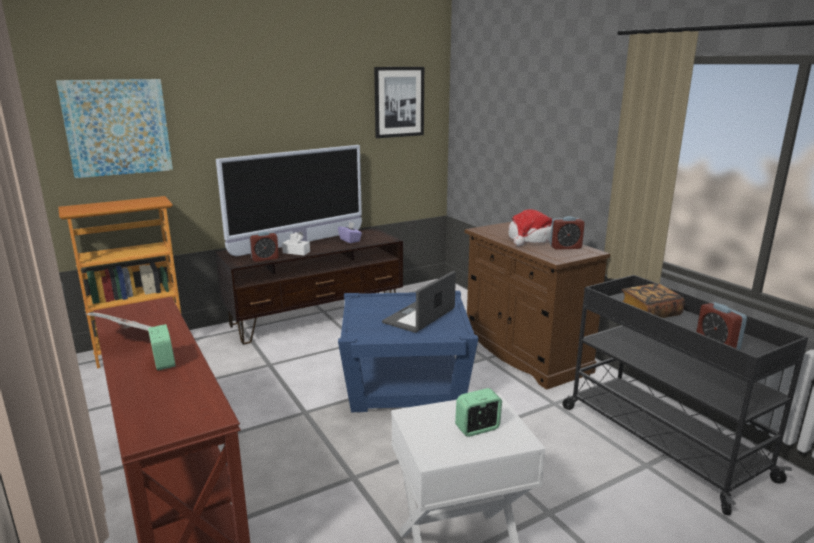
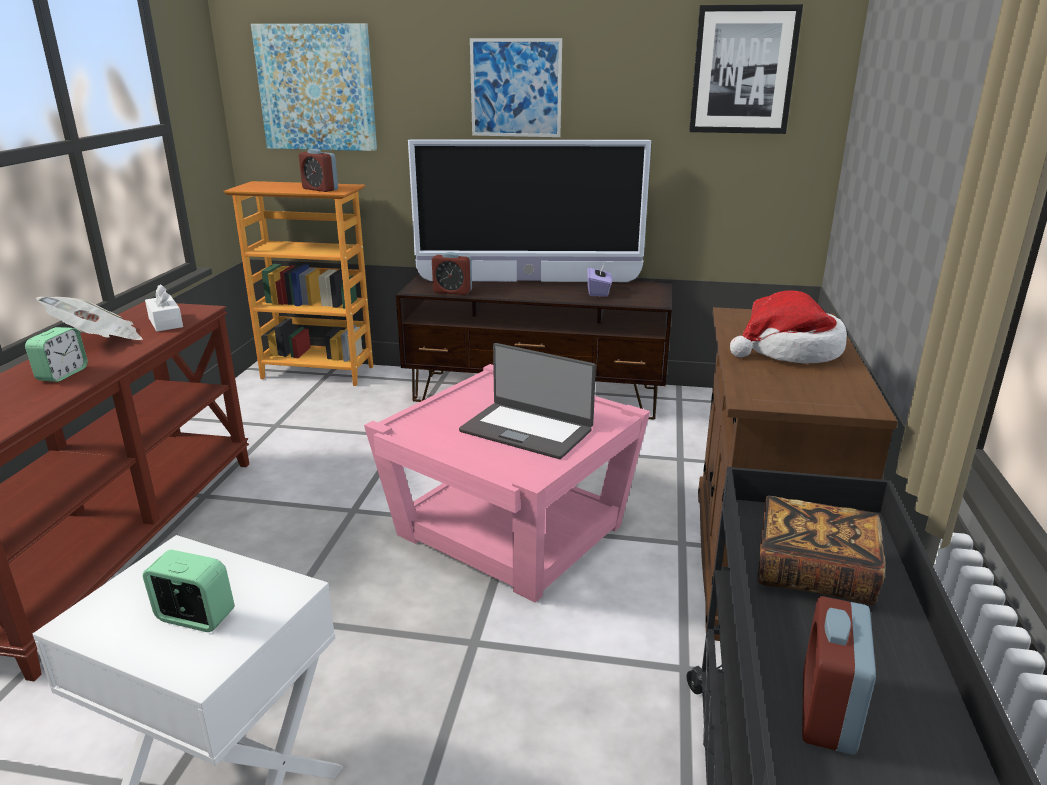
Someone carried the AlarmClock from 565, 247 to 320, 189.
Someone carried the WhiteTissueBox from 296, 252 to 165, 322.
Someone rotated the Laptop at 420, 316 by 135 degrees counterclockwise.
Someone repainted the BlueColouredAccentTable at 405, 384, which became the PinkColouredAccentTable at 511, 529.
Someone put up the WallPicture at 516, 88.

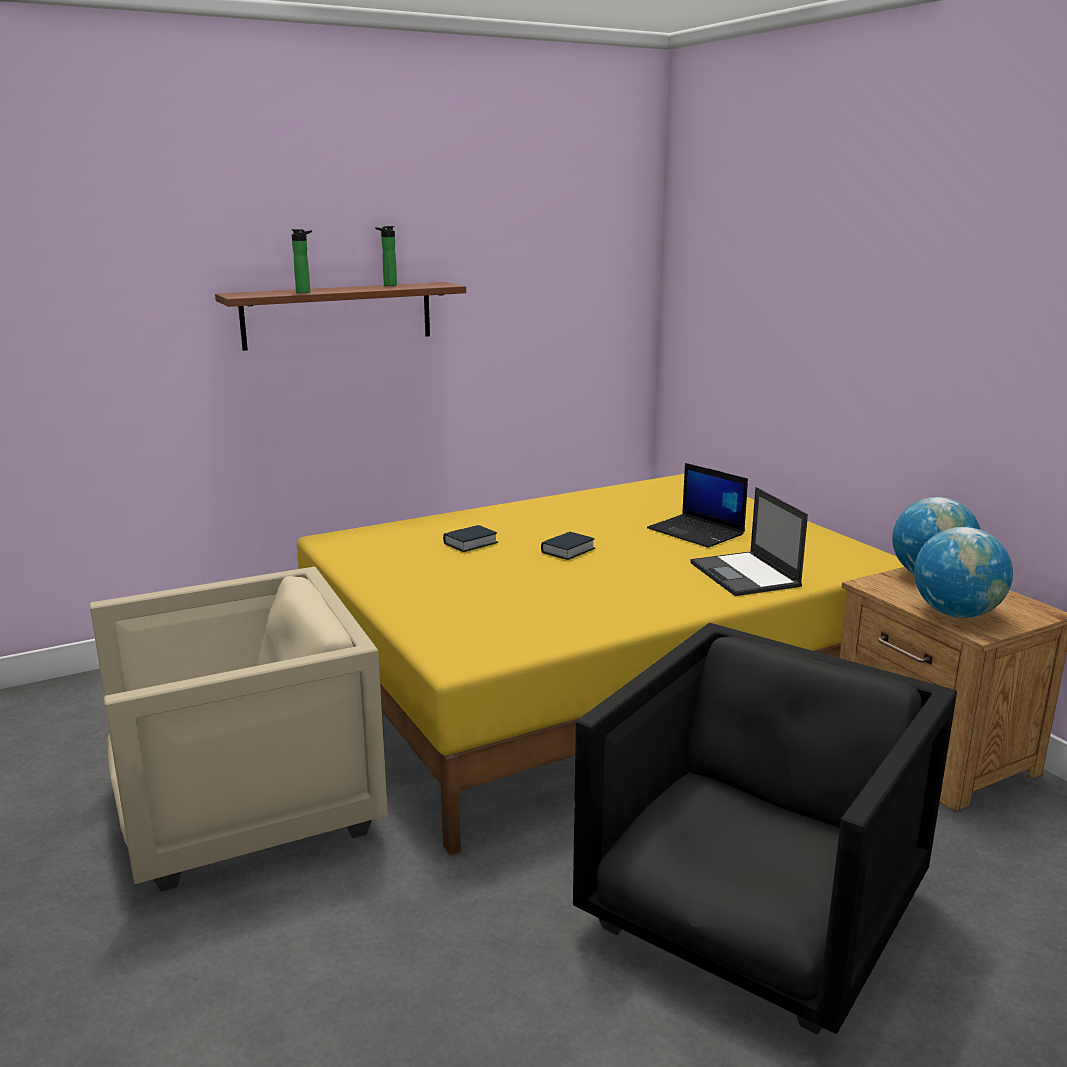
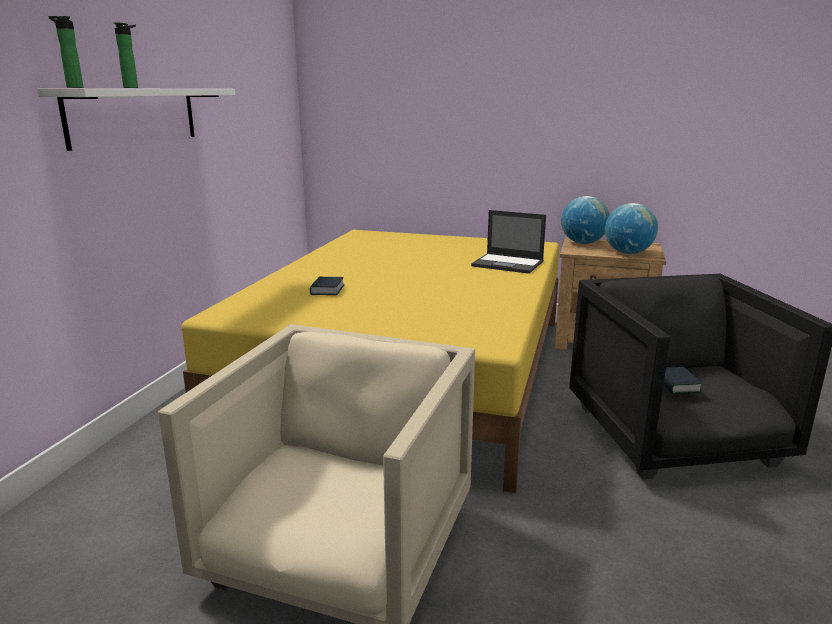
Someone carried the BeverageBottle from 388, 285 to 73, 87.
Someone repainted the BrownBracketShelf at 338, 315, which became the WhiteBracketShelf at 134, 116.
Someone took away the Laptop at 697, 532.
Someone carried the Volume from 568, 551 to 676, 385.

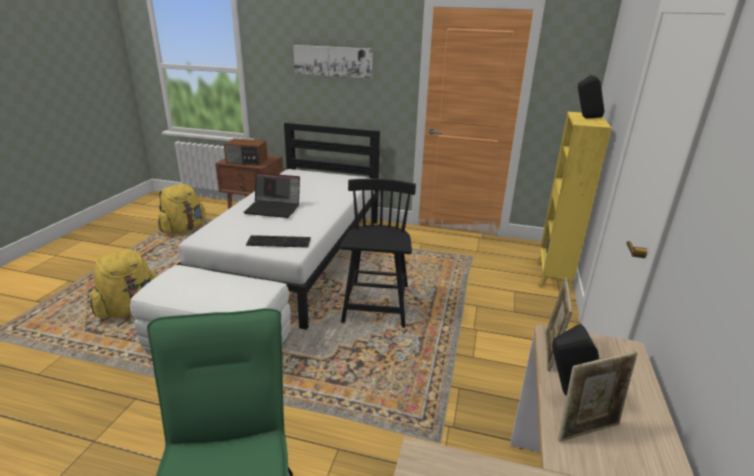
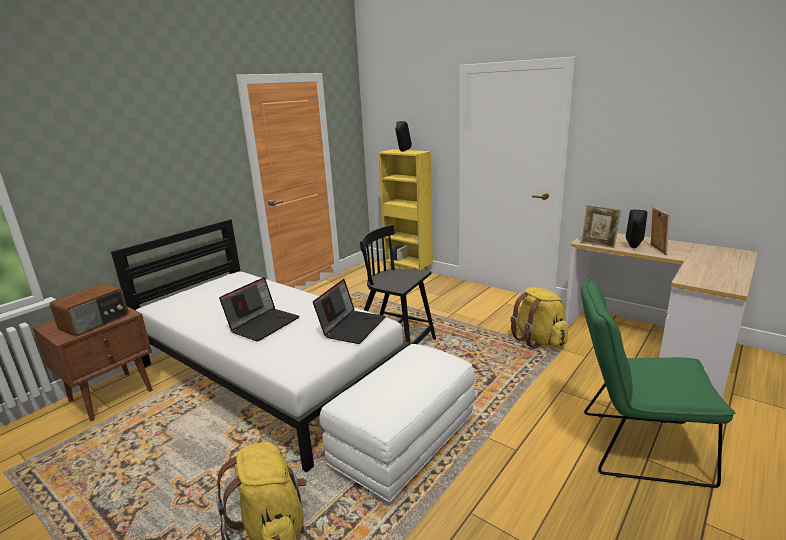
Someone took away the WallPicture at 333, 61.
Someone carried the YellowishBackpack from 183, 229 to 538, 340.
Someone swapped the PcKeyboard at 279, 241 for the Laptop at 352, 326.

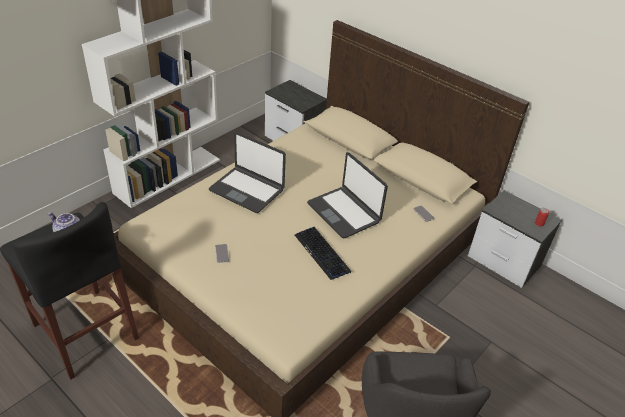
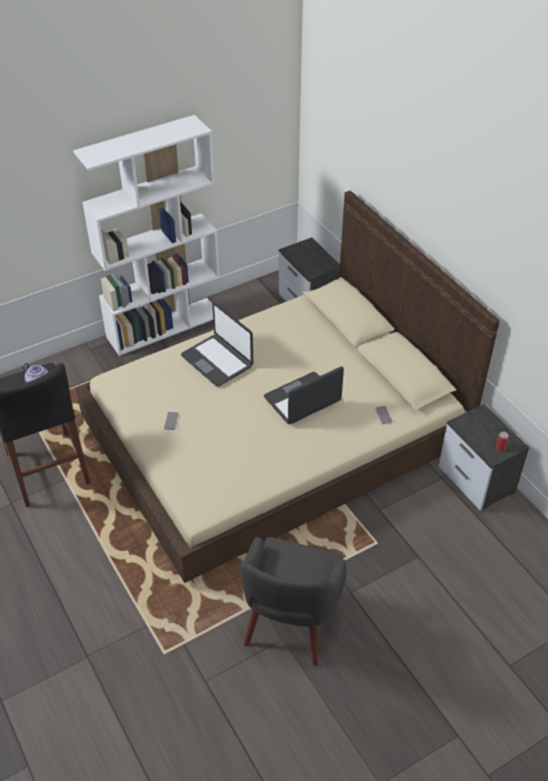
Someone rotated the Laptop at 344, 212 by 75 degrees clockwise.
Someone took away the PcKeyboard at 322, 253.

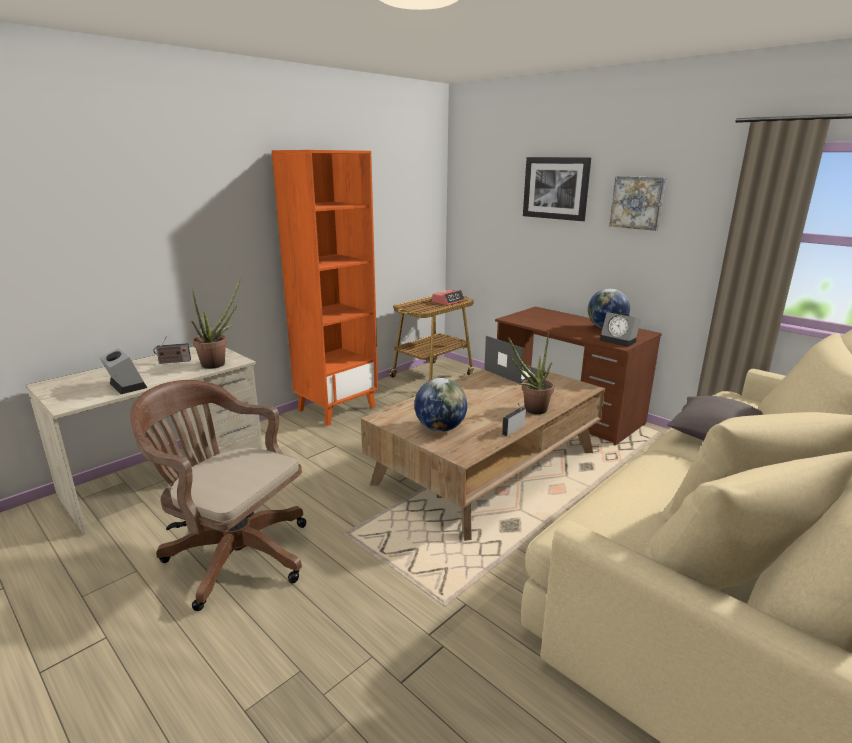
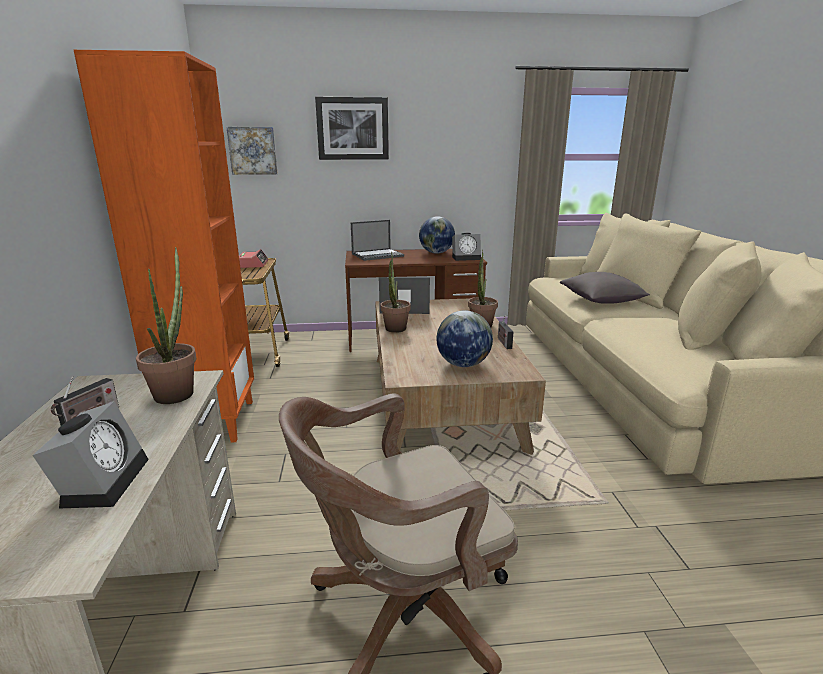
Someone carried the WallPicture from 637, 202 to 253, 150.
Someone rotated the AlarmClock at 125, 386 by 90 degrees clockwise.
Someone put down the Laptop at 378, 255.
Someone put down the PottedPlant at 395, 330.

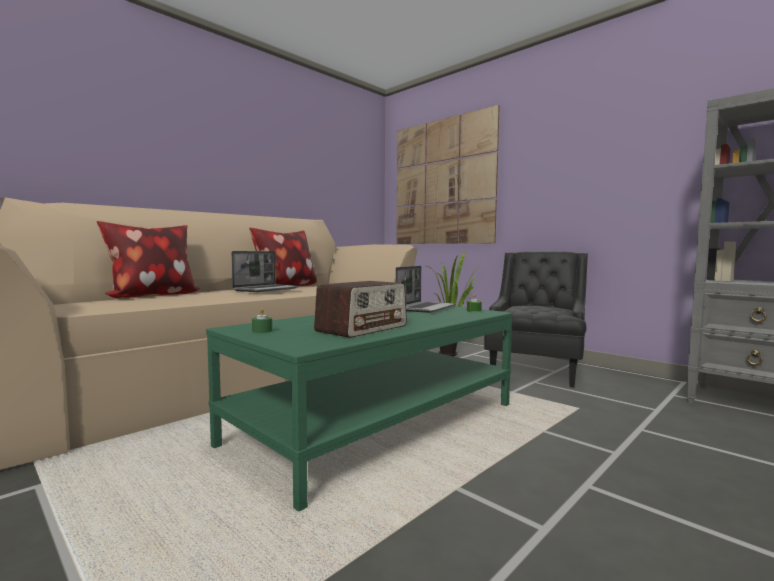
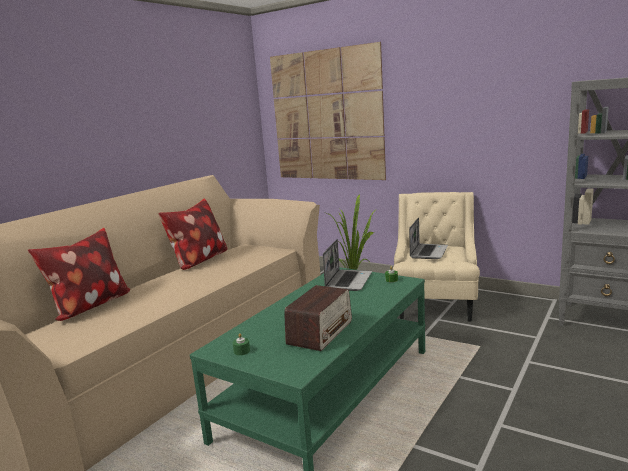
Someone carried the Laptop from 266, 289 to 428, 252.
Someone repainted the BlackColouredEasyChair at 536, 370, which became the BeigeEasyChair at 436, 303.

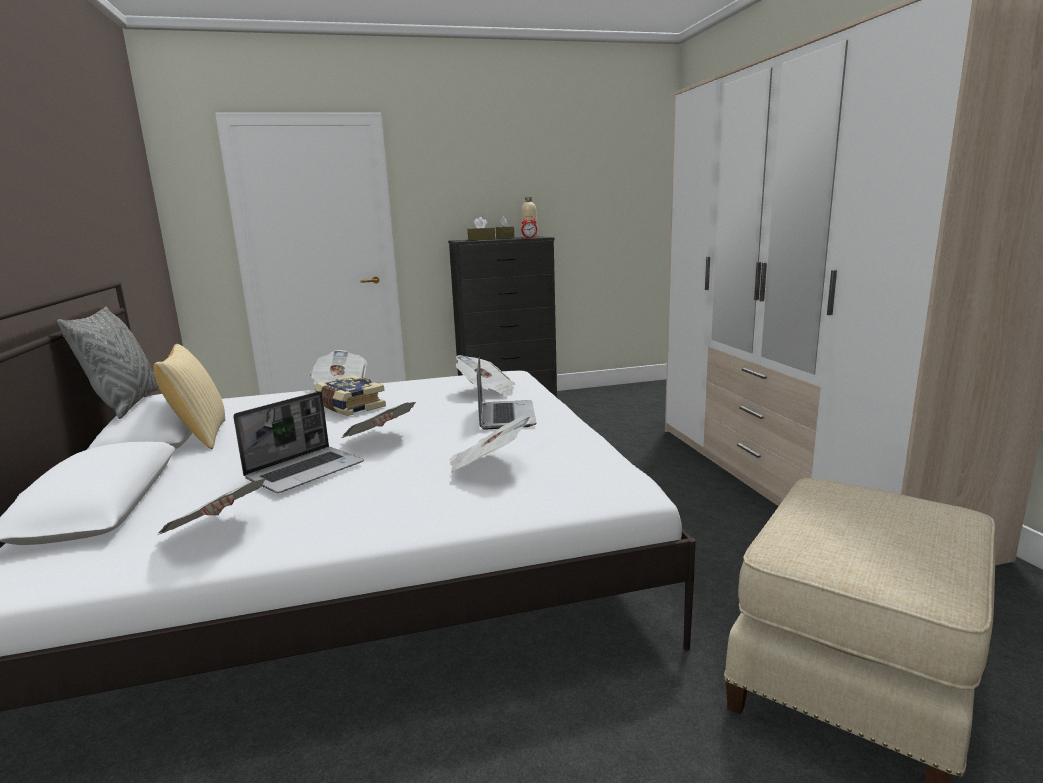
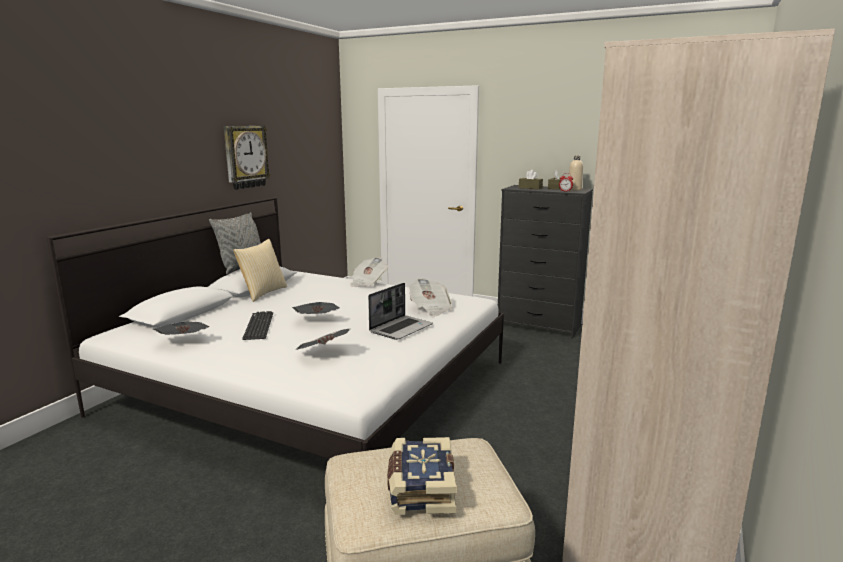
Someone carried the Volume from 349, 407 to 420, 488.
Someone swapped the Laptop at 306, 471 for the PcKeyboard at 258, 326.
Someone put up the WallClock at 245, 157.

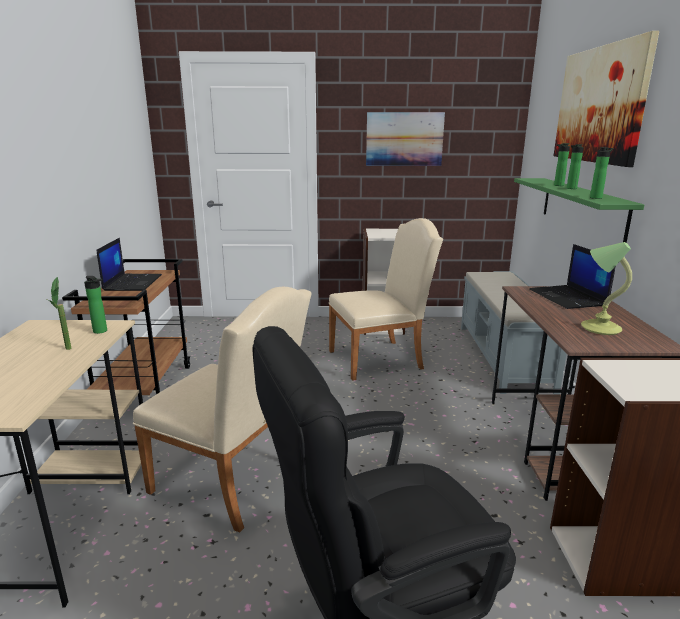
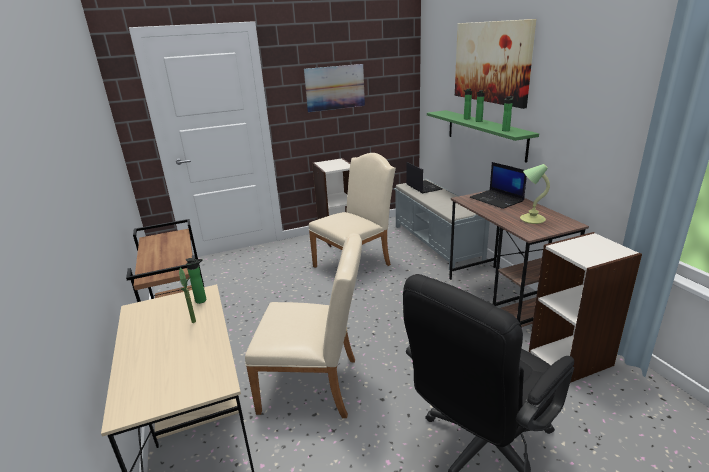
Someone carried the Laptop from 132, 282 to 423, 187.

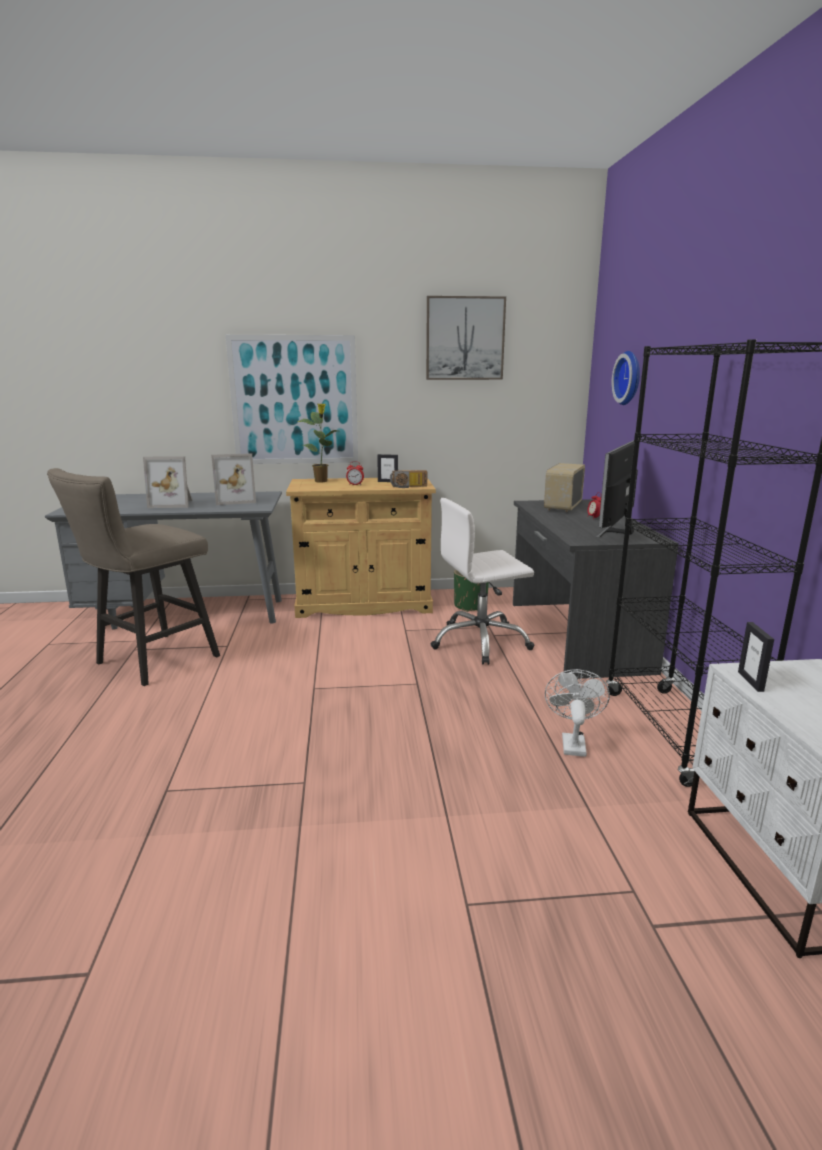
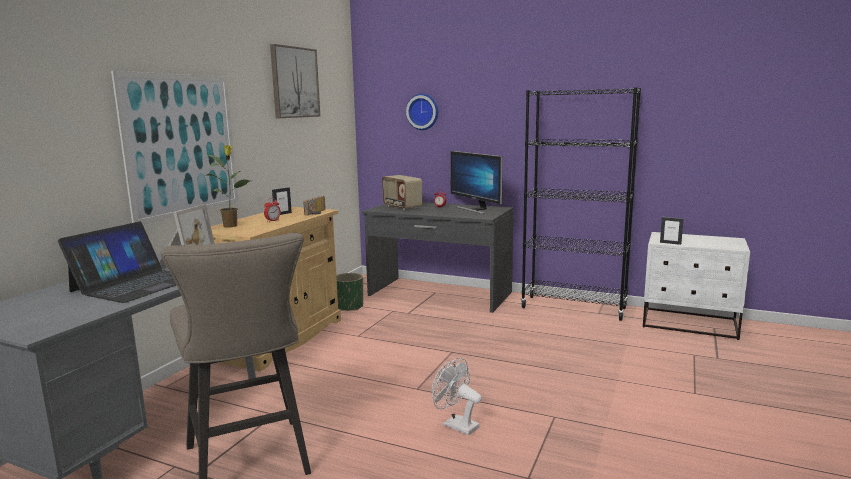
Someone swapped the PictureFrame at 173, 504 for the Laptop at 136, 284.
Someone took away the WhiteComputerChair at 480, 642.
Someone carried the WhiteElectricFan from 572, 742 to 456, 425.

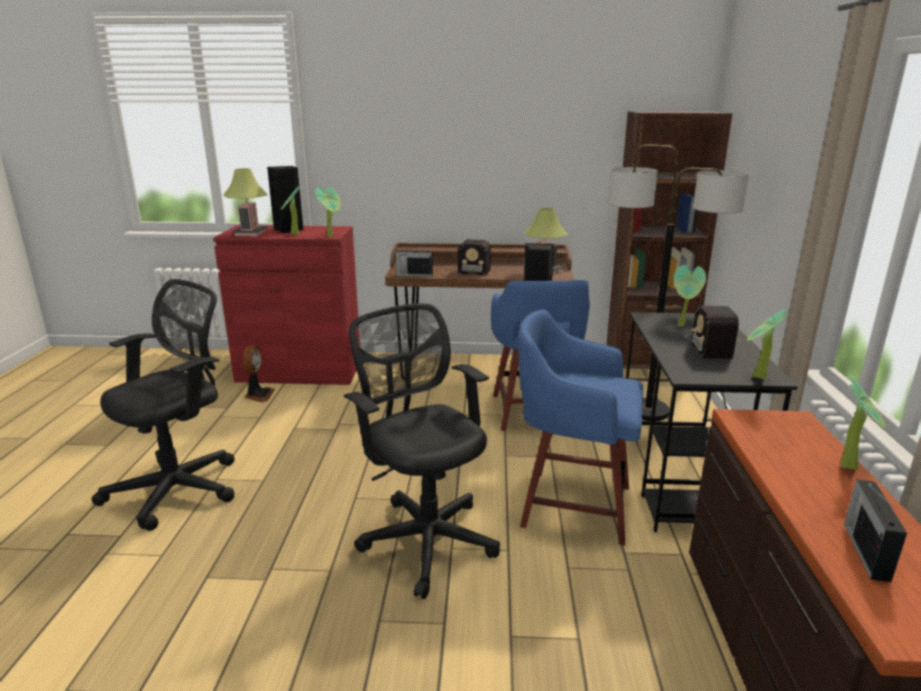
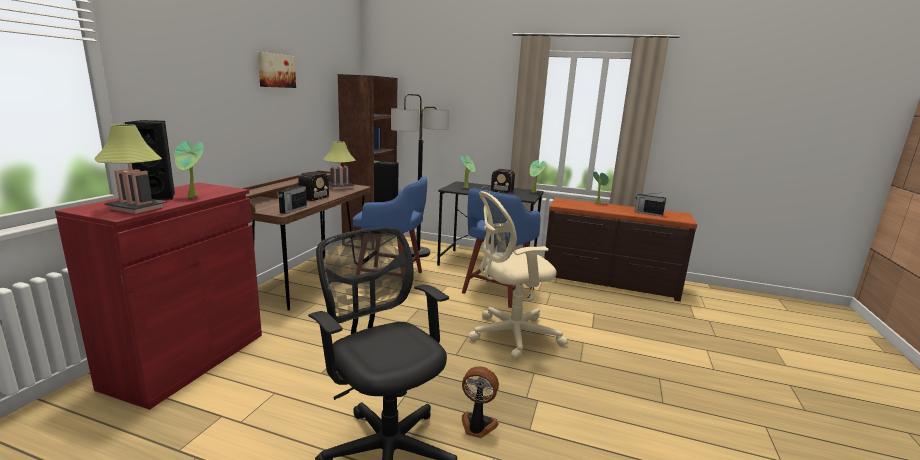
Someone took away the PottedPlant at 331, 236.
Someone repainted the BlackColouredComputerChair at 426, 537, which became the BeigeComputerChair at 510, 335.
Someone carried the ElectricFan from 258, 395 to 477, 426.
Someone put up the WallPicture at 276, 70.

